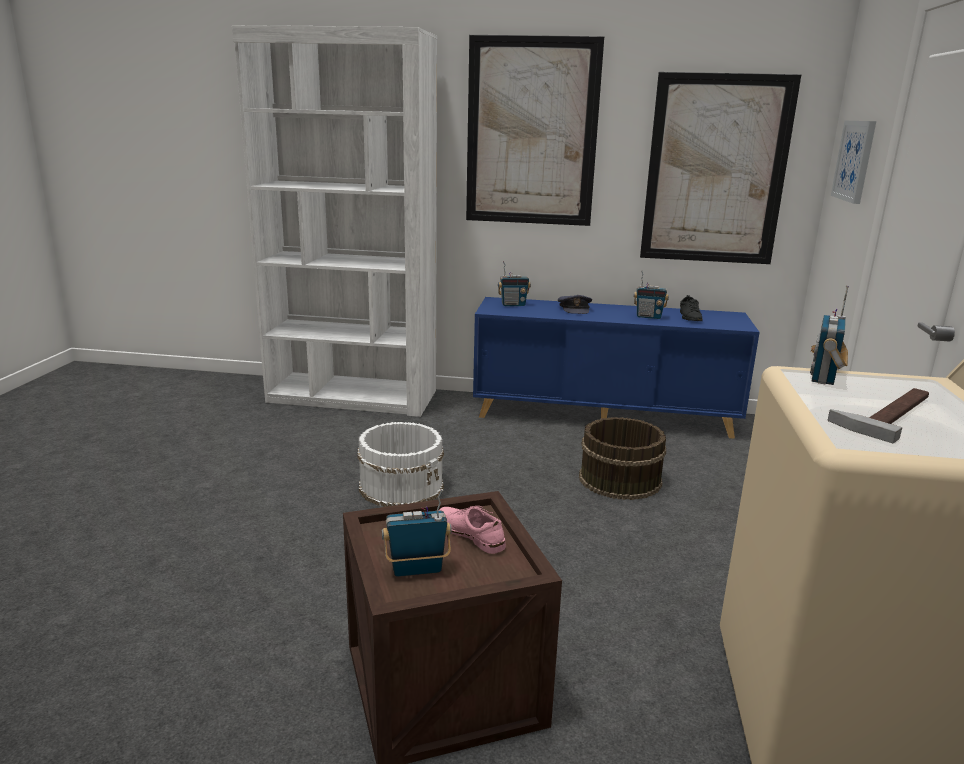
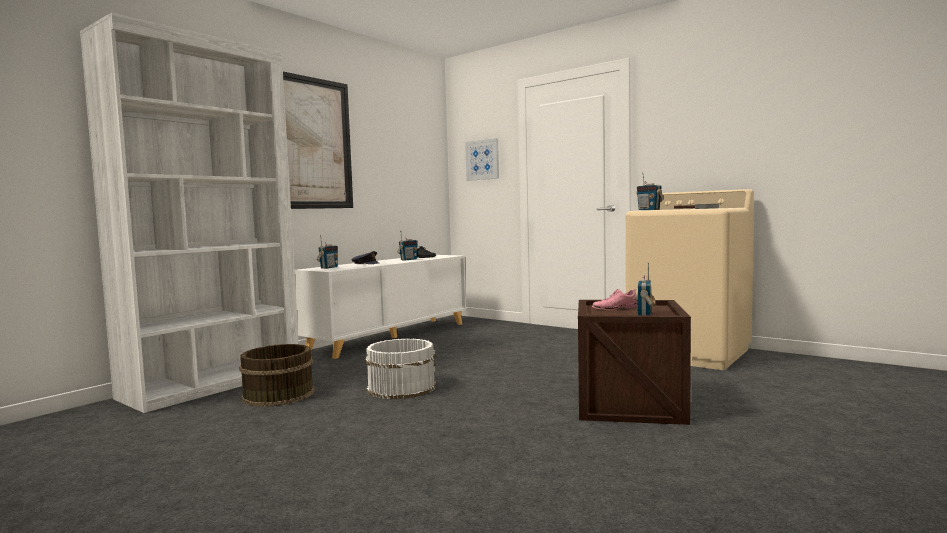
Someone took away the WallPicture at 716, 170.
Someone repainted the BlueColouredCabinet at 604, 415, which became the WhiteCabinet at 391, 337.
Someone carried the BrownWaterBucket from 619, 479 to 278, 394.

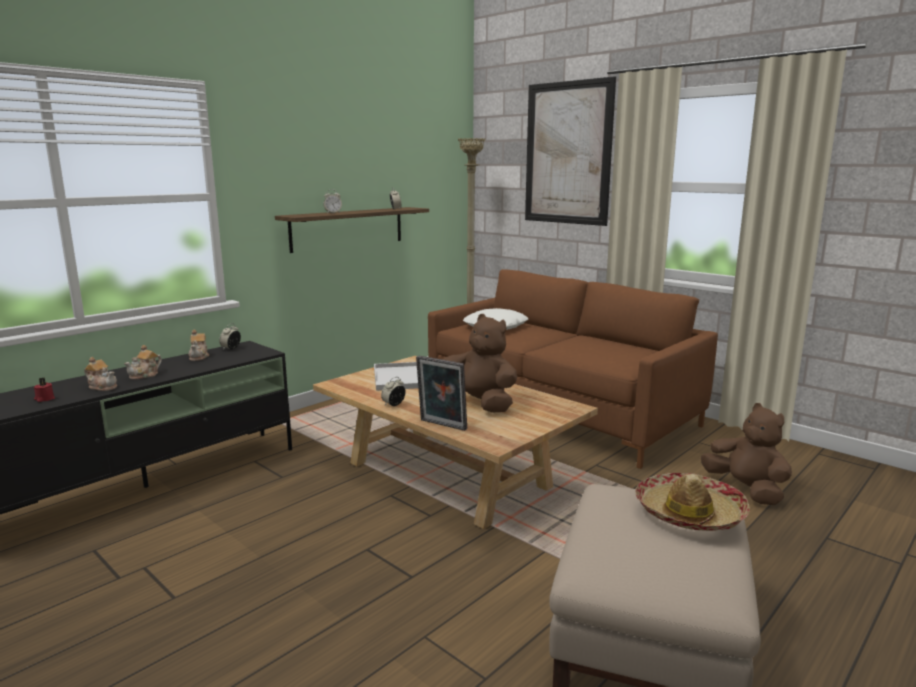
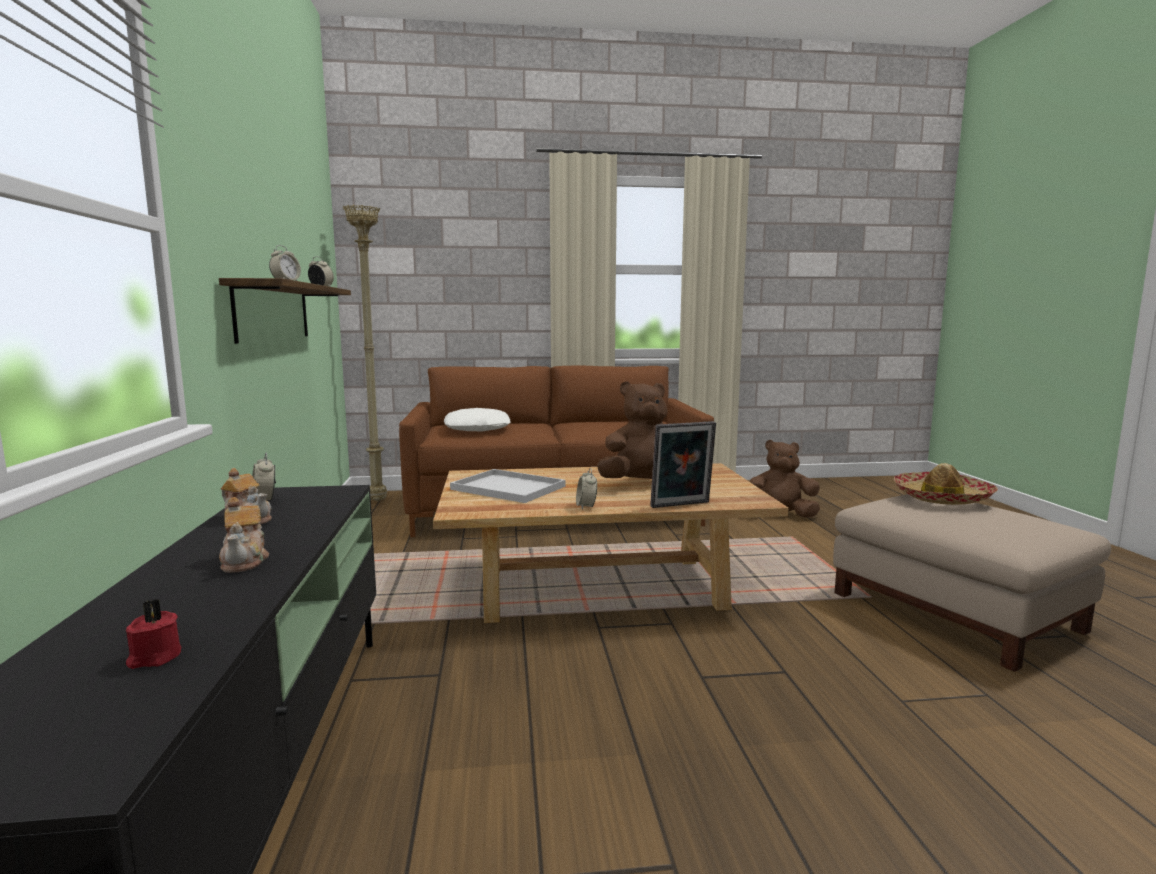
Someone took away the WallPicture at 567, 153.
Someone took away the PotForTea at 103, 387.

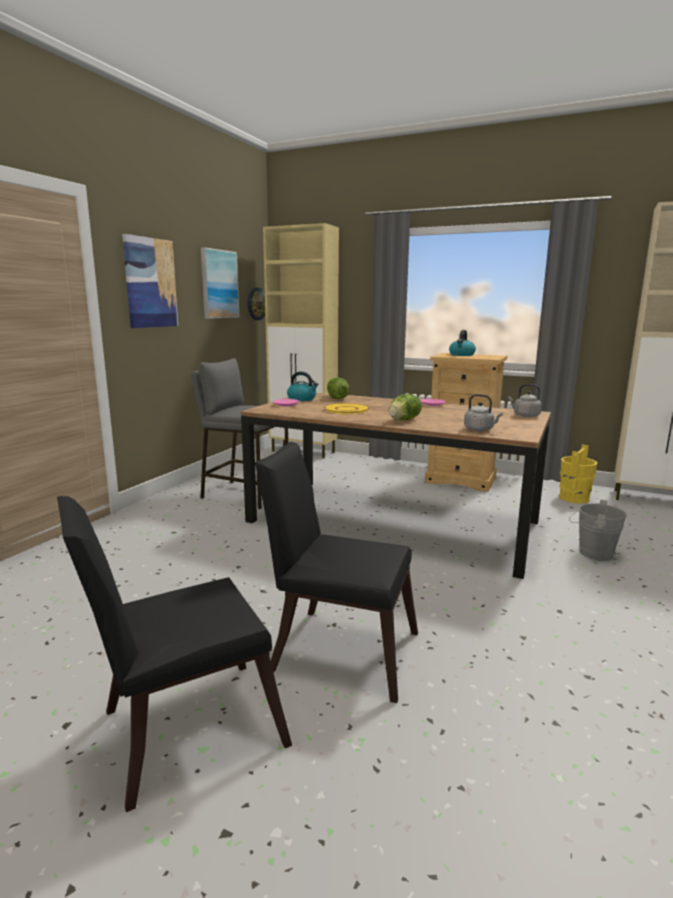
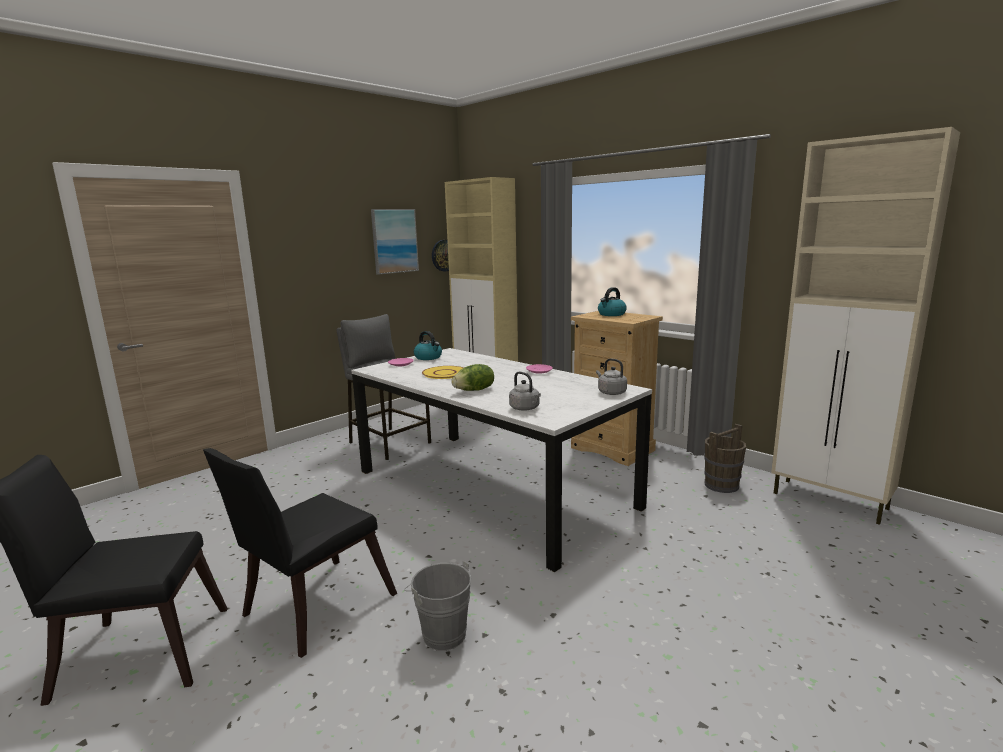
Someone took away the WallPicture at 150, 283.
Someone took away the Lettuce at 336, 398.
Someone repainted the BrownDiningTable at 394, 521, which became the WhiteDiningTable at 493, 488.
Someone rotated the BlackColouredUprightChair at 337, 648 by 90 degrees counterclockwise.
Someone repainted the YellowishWaterBucket at 574, 498, which became the BrownWaterBucket at 721, 485.
Someone carried the GreyishWaterBucket from 592, 553 to 441, 632.

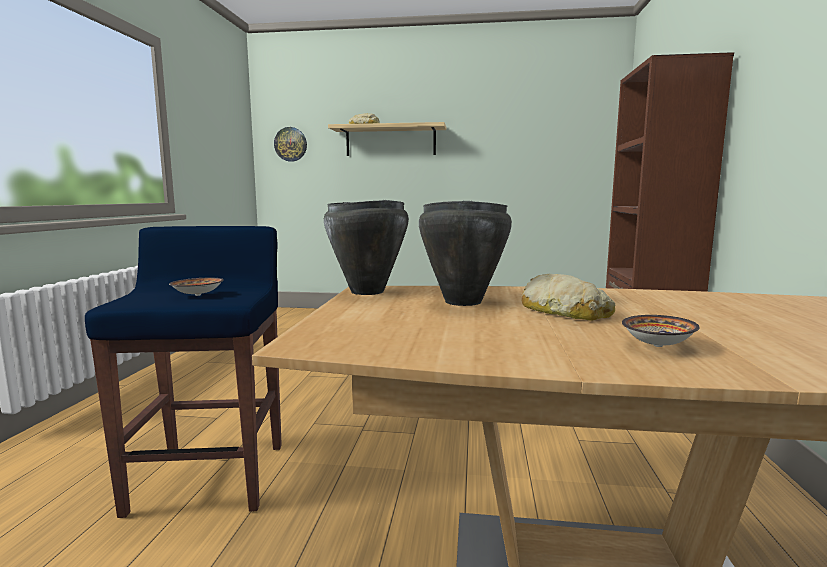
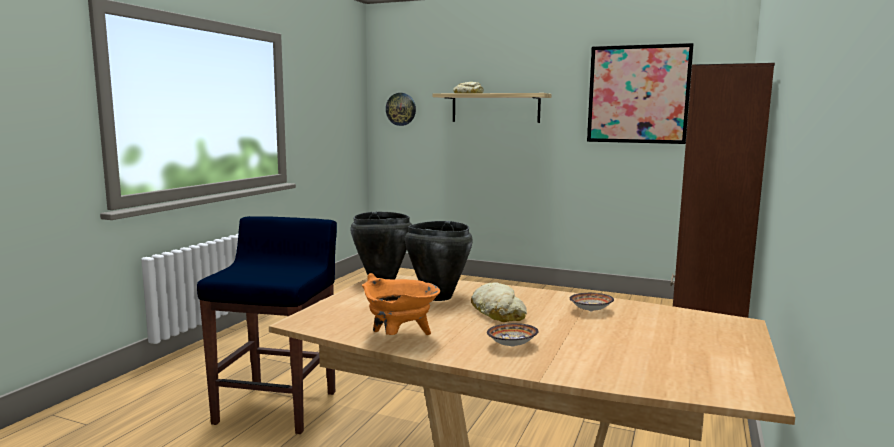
Someone carried the DeepDish from 196, 295 to 589, 310.
Someone put up the WallPicture at 638, 94.
Someone put down the OrangeColouredSaucepot at 399, 338.

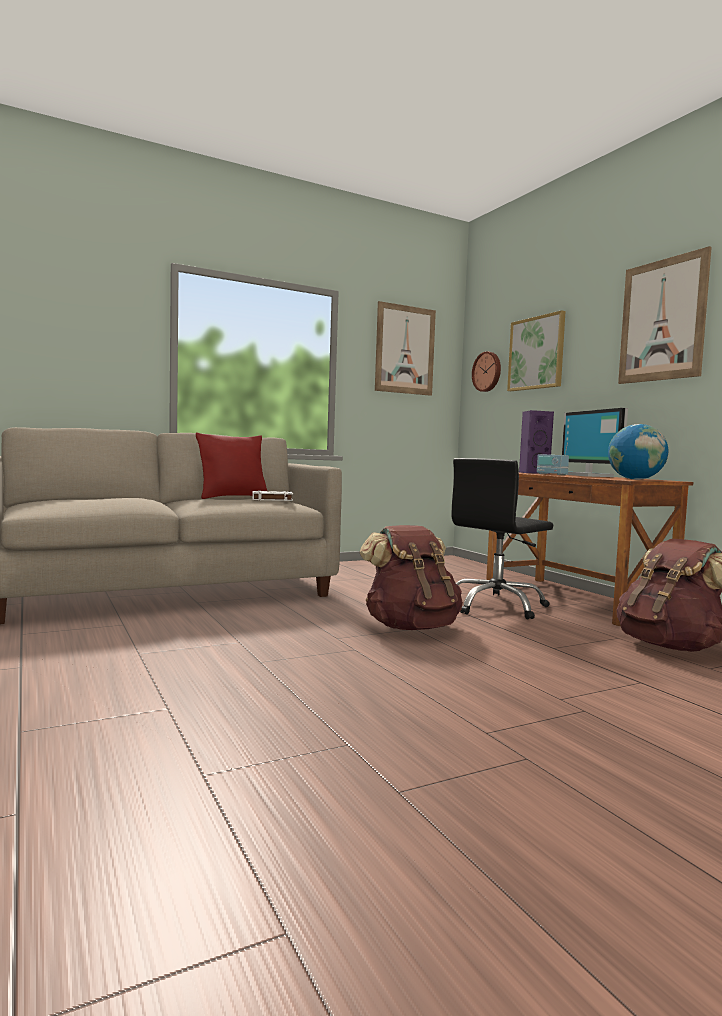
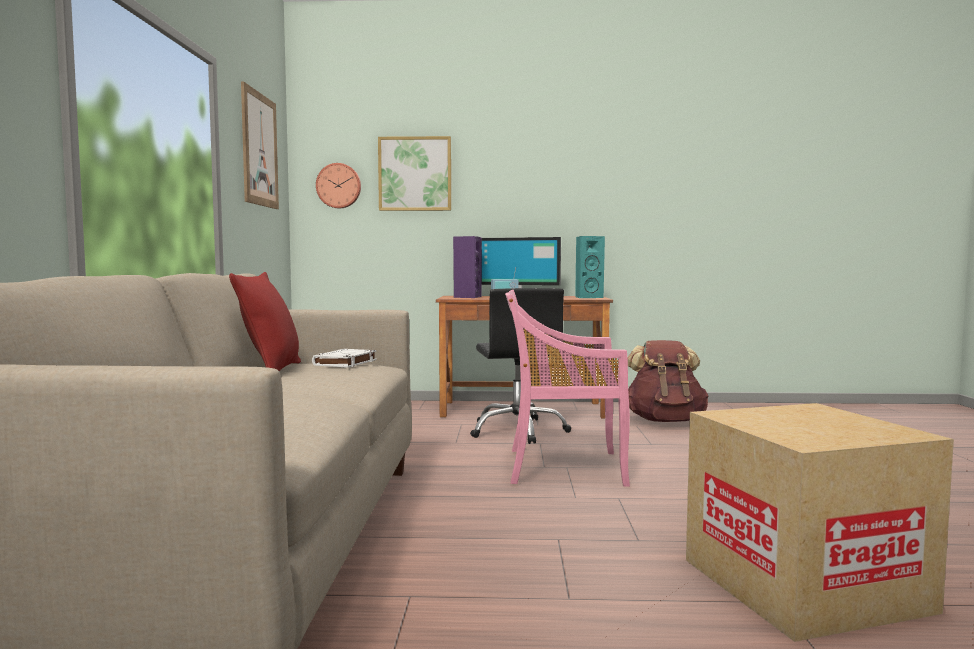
Someone took away the WallPicture at 662, 320.
Someone swapped the WorldGlobe at 635, 479 for the BlueGreenLoudspeaker at 587, 297.
Someone swapped the BrownBackpack at 411, 627 for the PinkColouredUprightChair at 562, 467.
Someone put down the Carton at 803, 584.

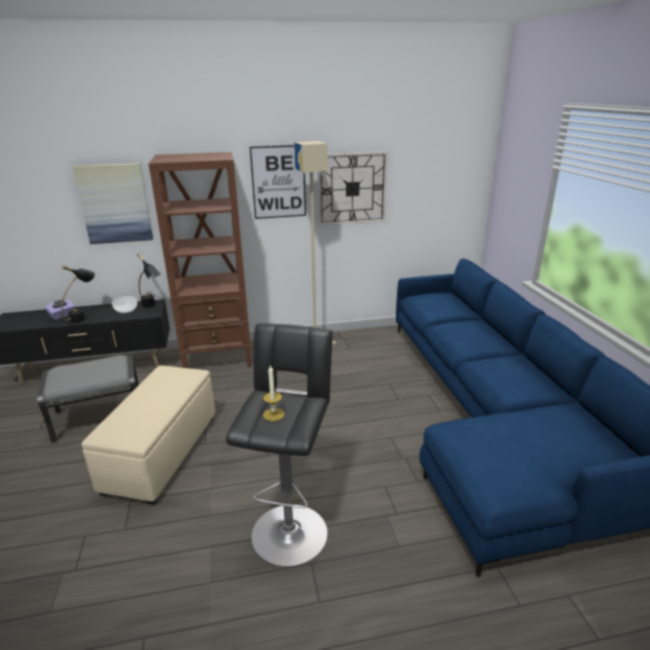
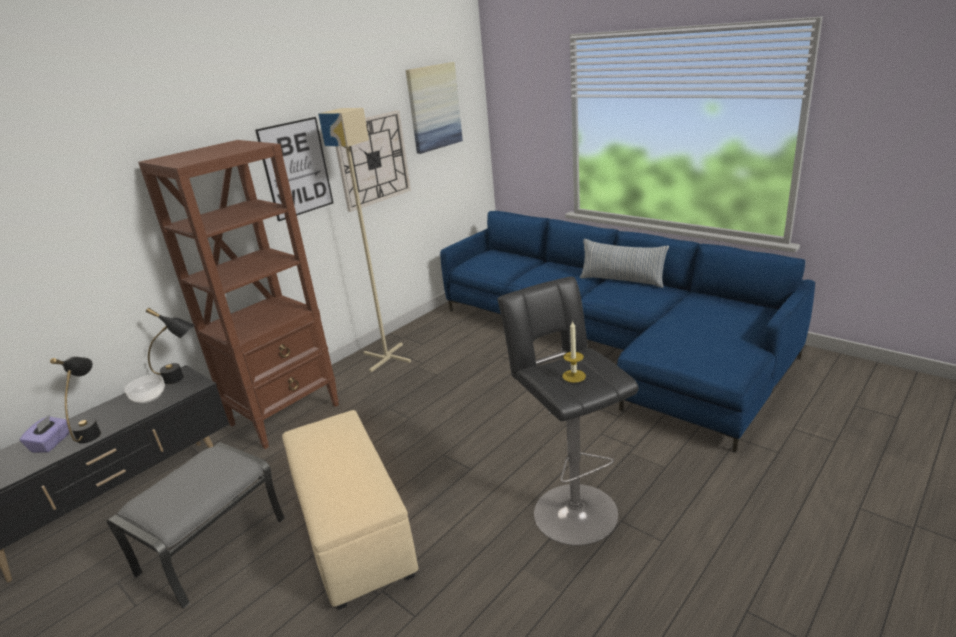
Someone carried the WallPicture from 115, 203 to 434, 107.
Someone put down the Cushion at 622, 280.

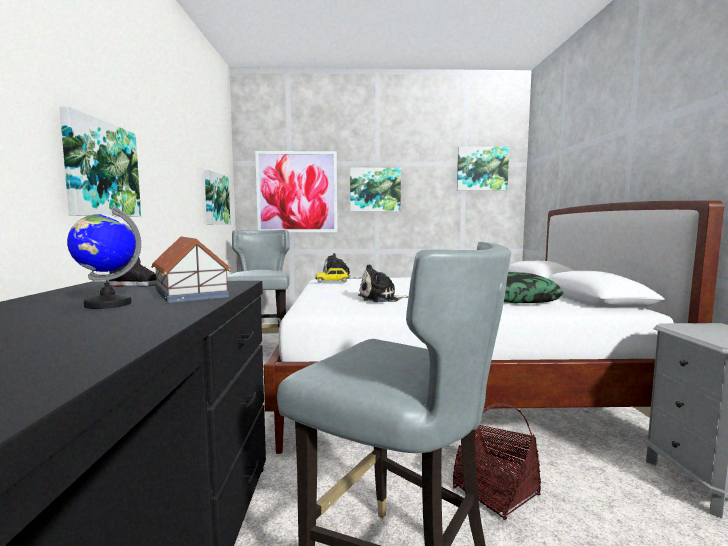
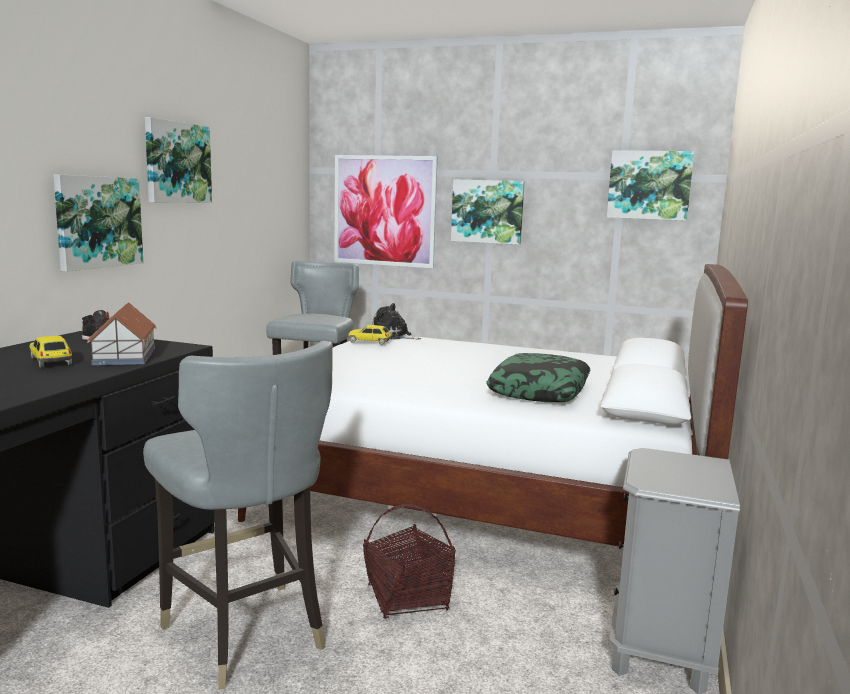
Someone carried the WallPicture from 215, 199 to 177, 162.
Someone swapped the WorldGlobe at 107, 304 for the ModelCar at 51, 361.
Someone took away the SoftToy at 381, 299.

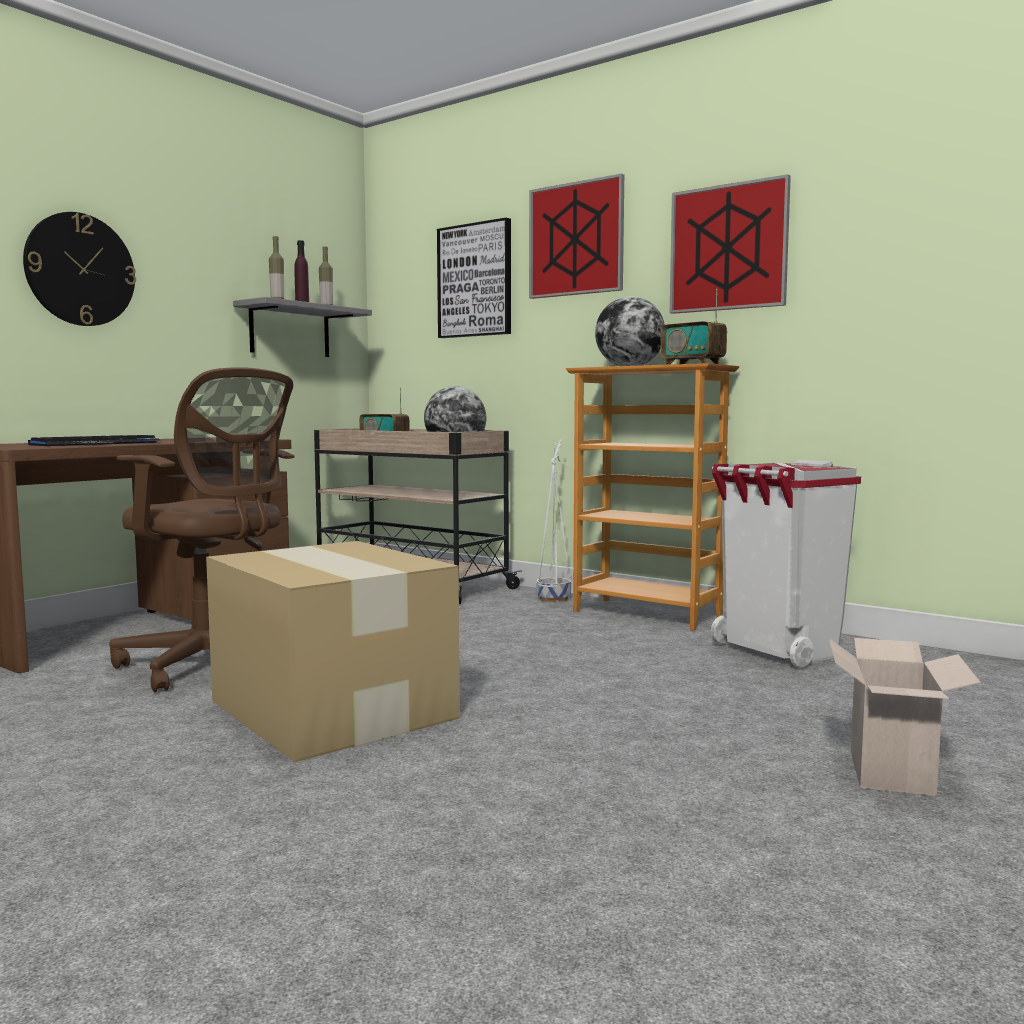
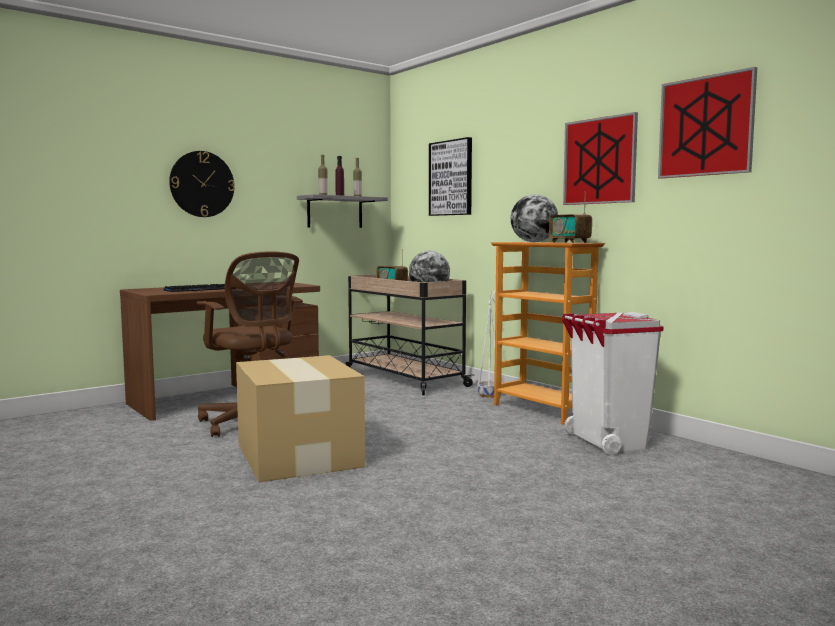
Someone carried the WallPicture from 576, 239 to 705, 126.
Someone took away the Carton at 894, 774.

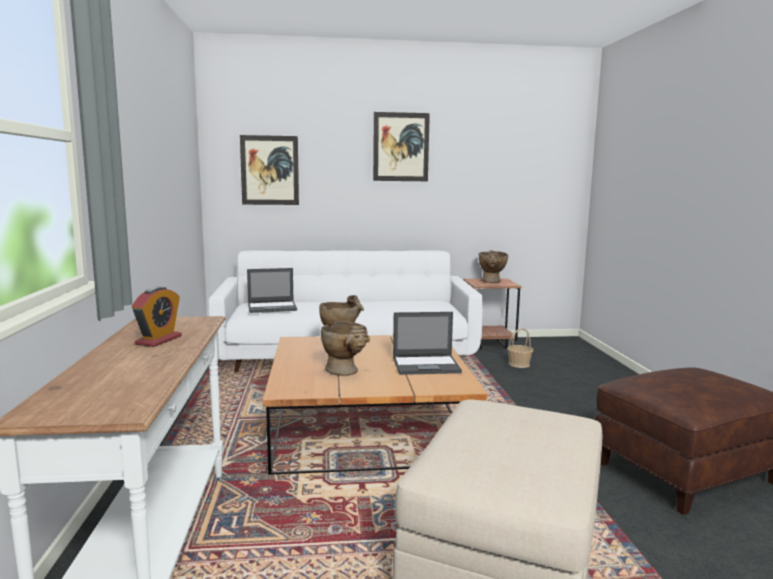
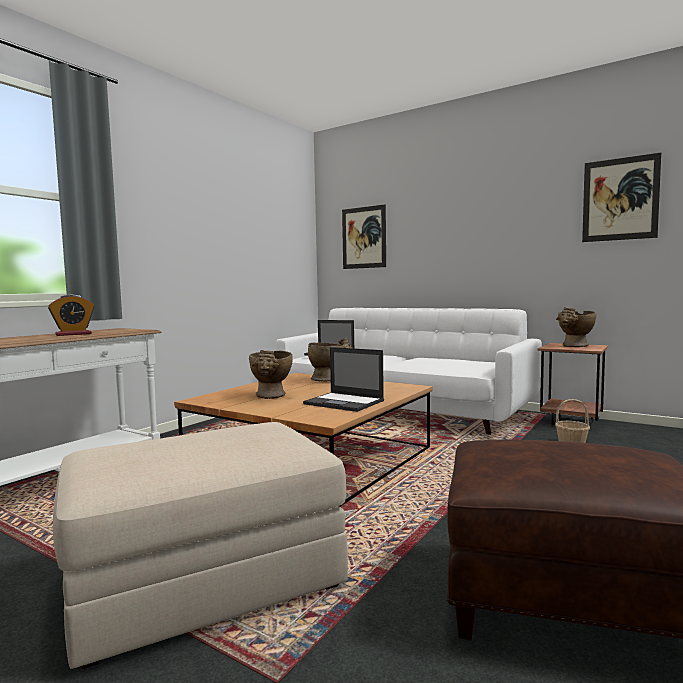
Someone carried the WallPicture from 401, 147 to 620, 199.

